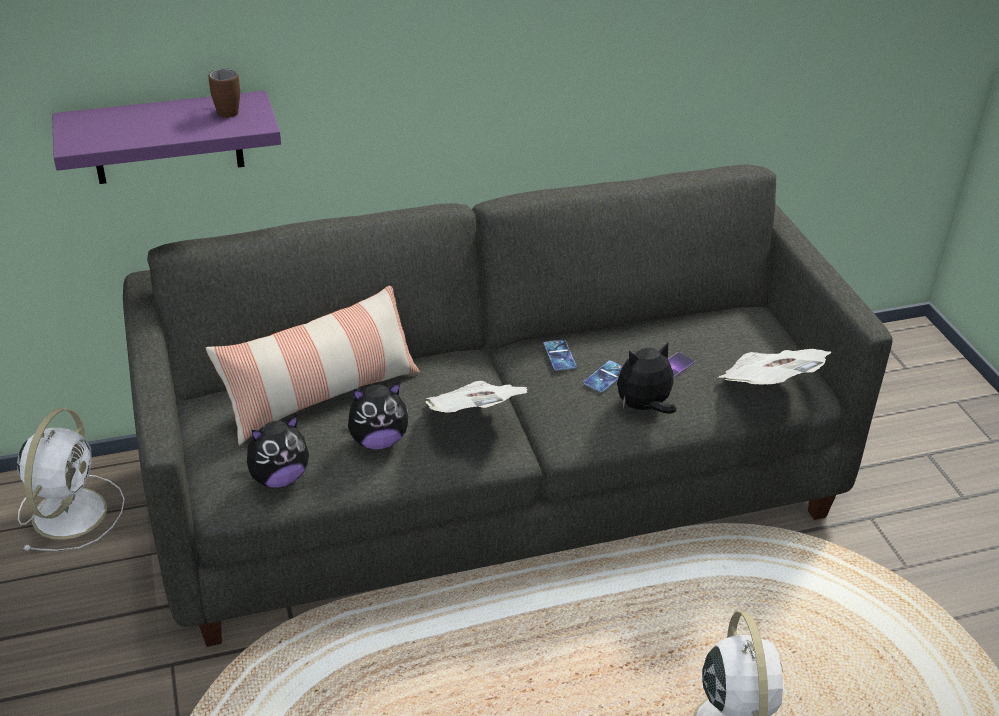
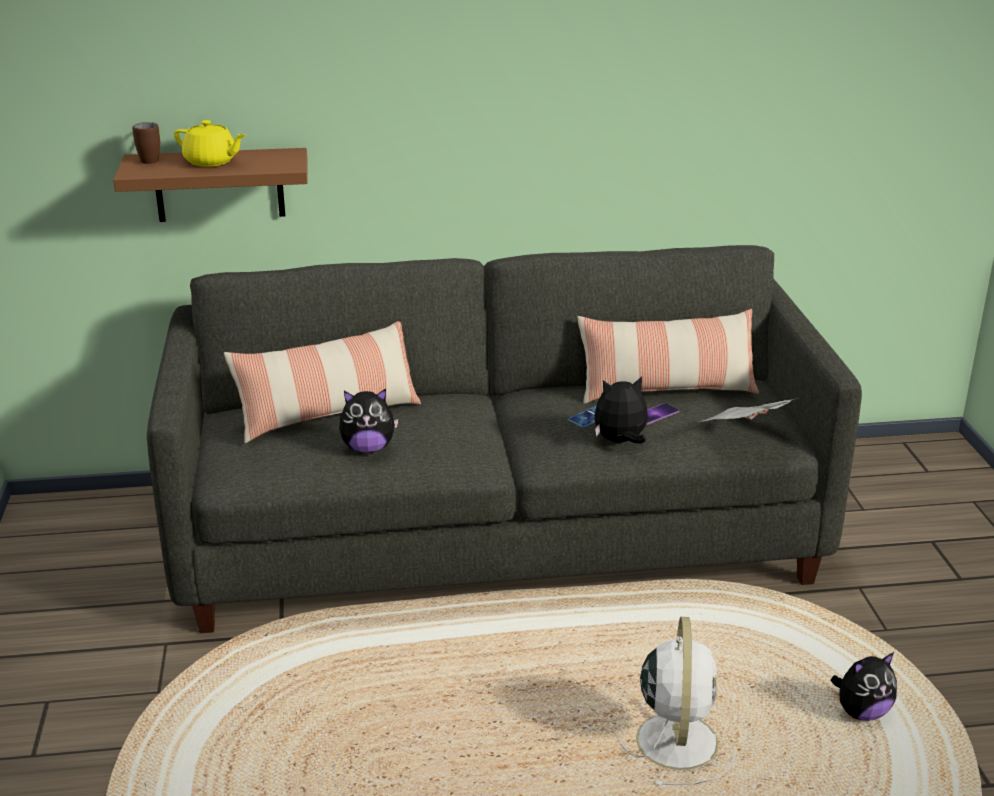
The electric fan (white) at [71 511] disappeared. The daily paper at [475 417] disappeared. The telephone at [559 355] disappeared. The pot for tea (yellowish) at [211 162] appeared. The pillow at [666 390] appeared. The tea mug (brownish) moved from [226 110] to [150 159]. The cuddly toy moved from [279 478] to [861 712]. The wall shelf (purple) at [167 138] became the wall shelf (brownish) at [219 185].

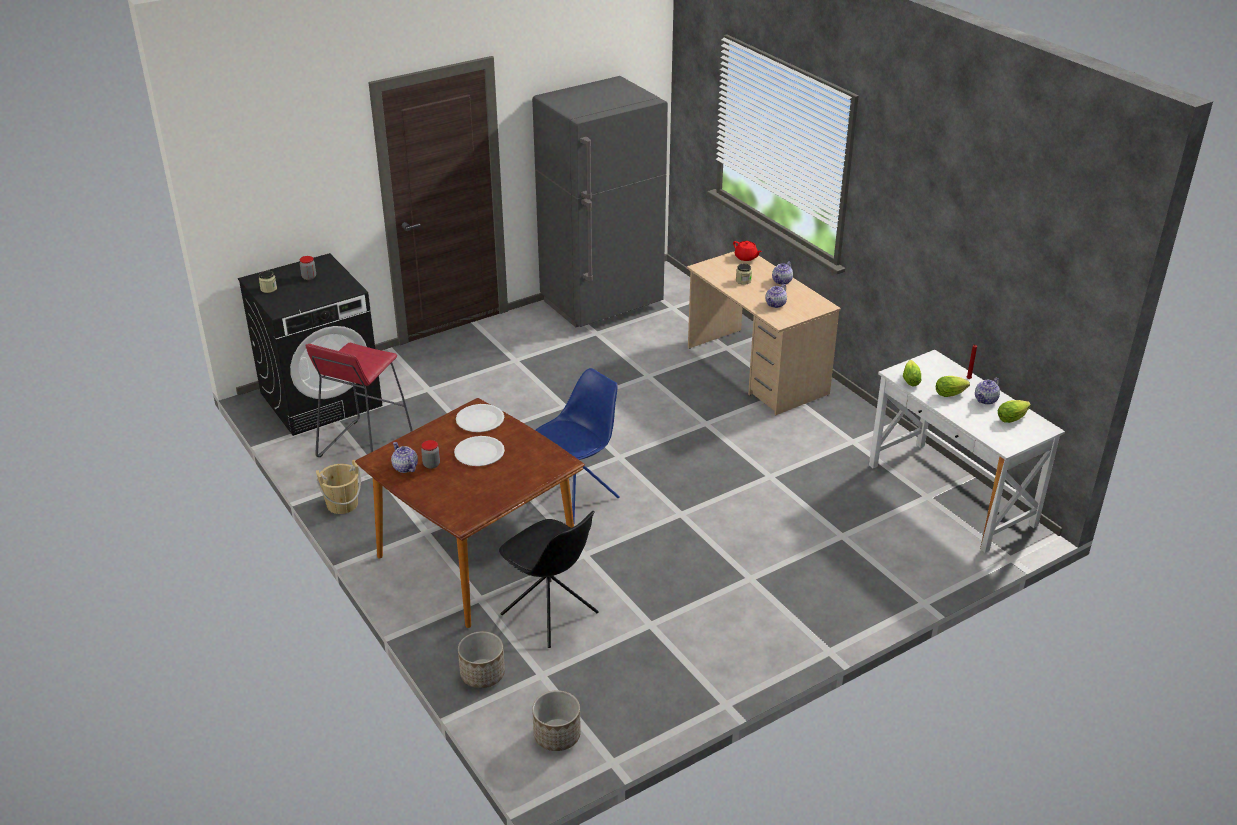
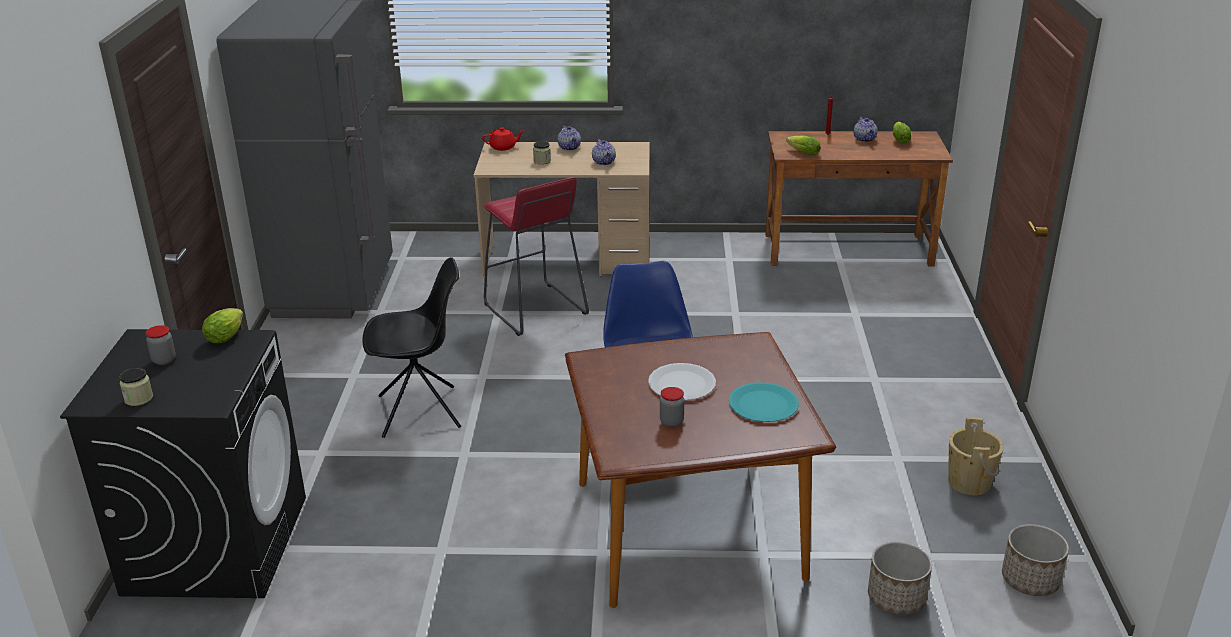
The pot for tea at [405 467] disappeared. The flat dish (white) at [480 419] disappeared. The flat dish (turquoise) at [763 404] appeared. The sitting stool (reddish) moved from [364 447] to [534 310]. The pail (beige-coloured) moved from [342 504] to [969 482]. The plain chair (blackish) moved from [550 615] to [421 411]. The lettuce moved from [951 394] to [227 336]. The desk table (white) at [951 495] became the desk table (brownish) at [847 250].

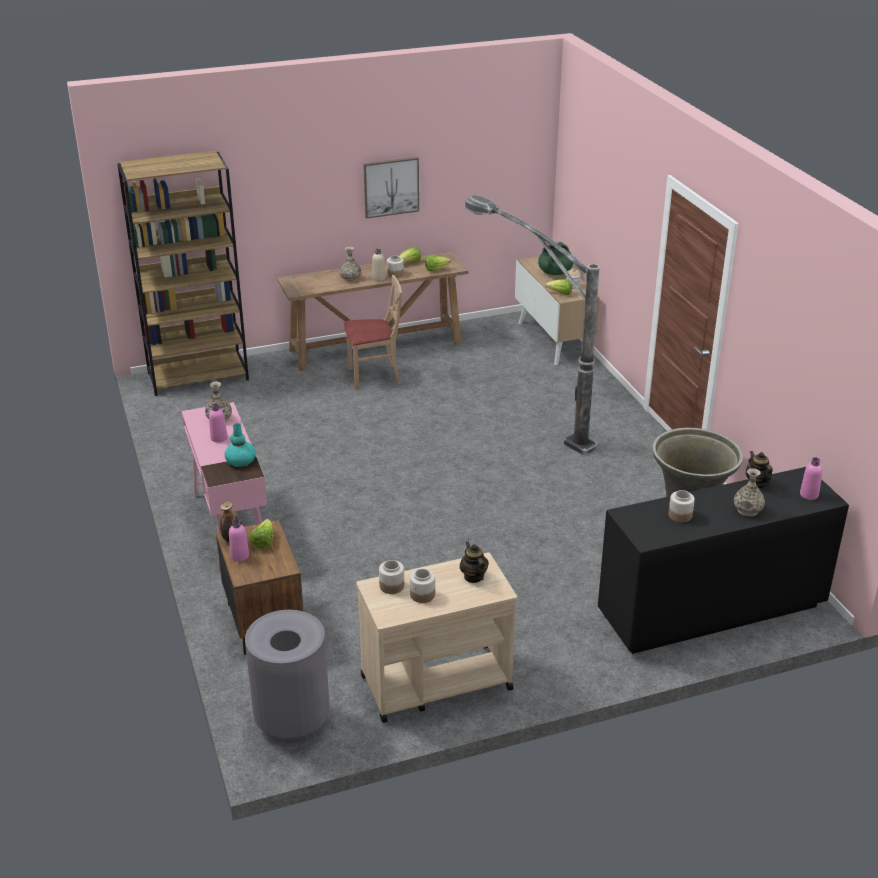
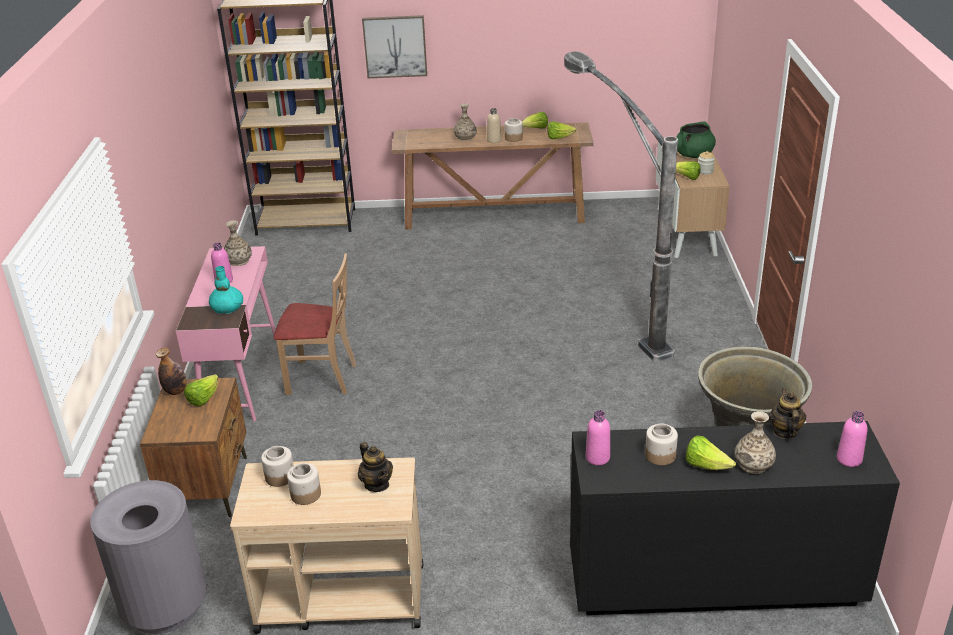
The lettuce at [706 465] appeared. The bottle (pink) moved from [239 556] to [597 458]. The plain chair (beige-coloured) moved from [374 377] to [321 378]. The wall art moved from [391 187] to [395 46]. The pot for tea at [473 577] turned 150 degrees clockwise.

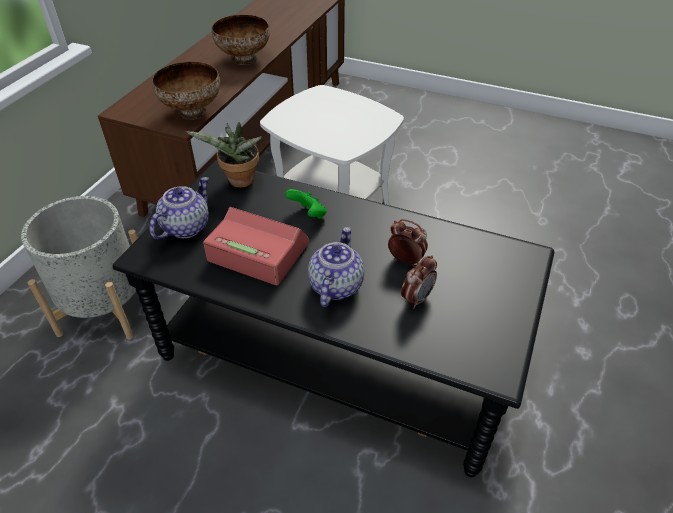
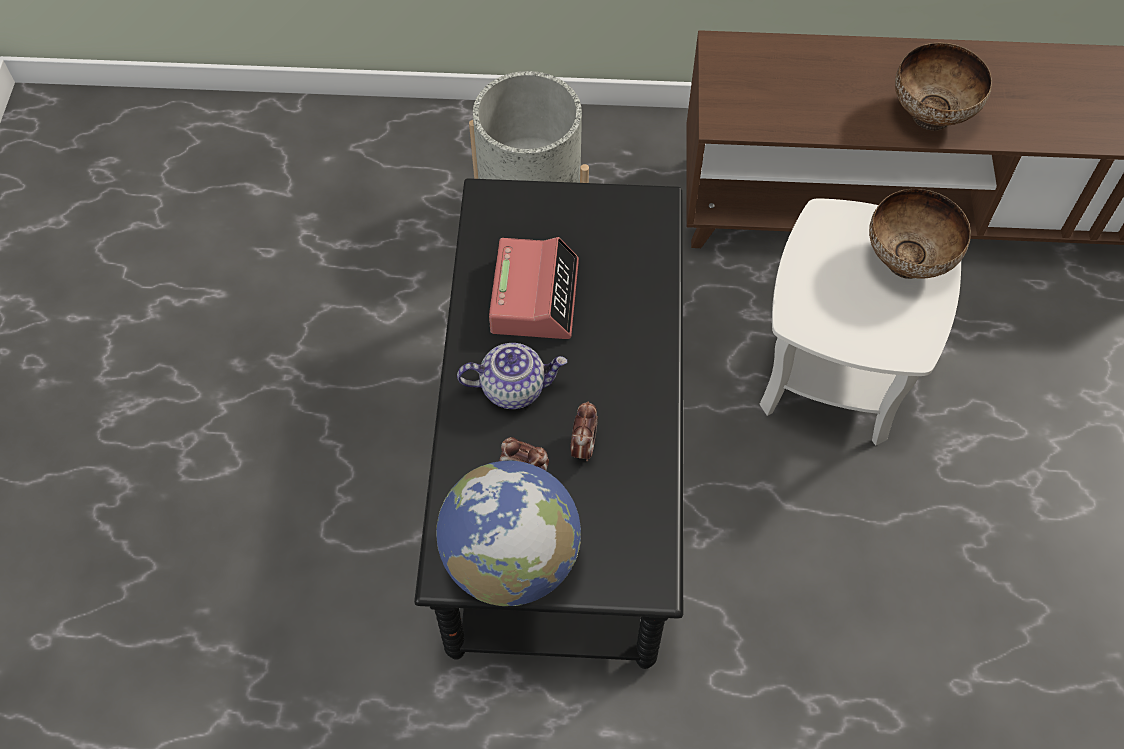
The pot for tea at [185 226] disappeared. The potted plant at [239 182] disappeared. The joypad (greenish) at [308 215] disappeared. The desk globe at [511 560] appeared. The deep dish moved from [193 112] to [908 262].

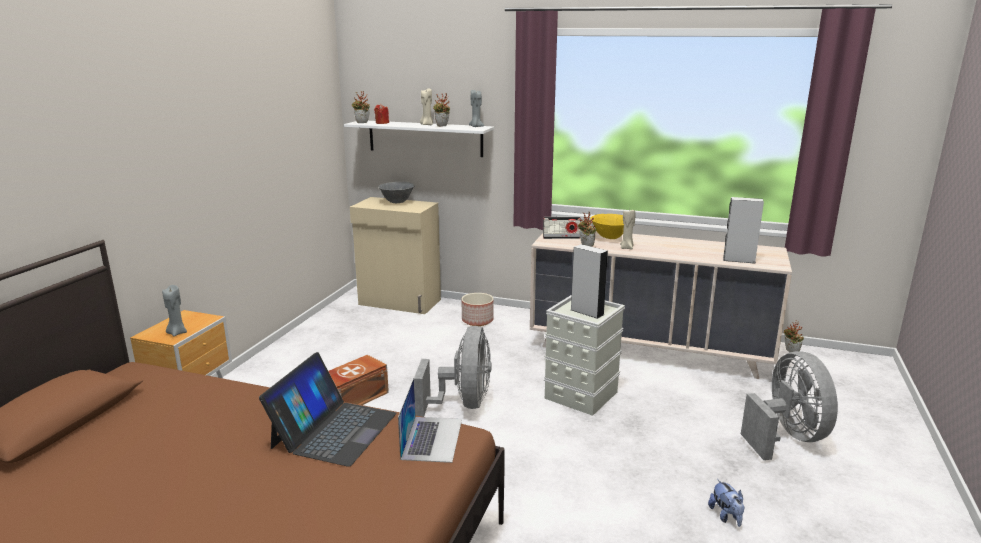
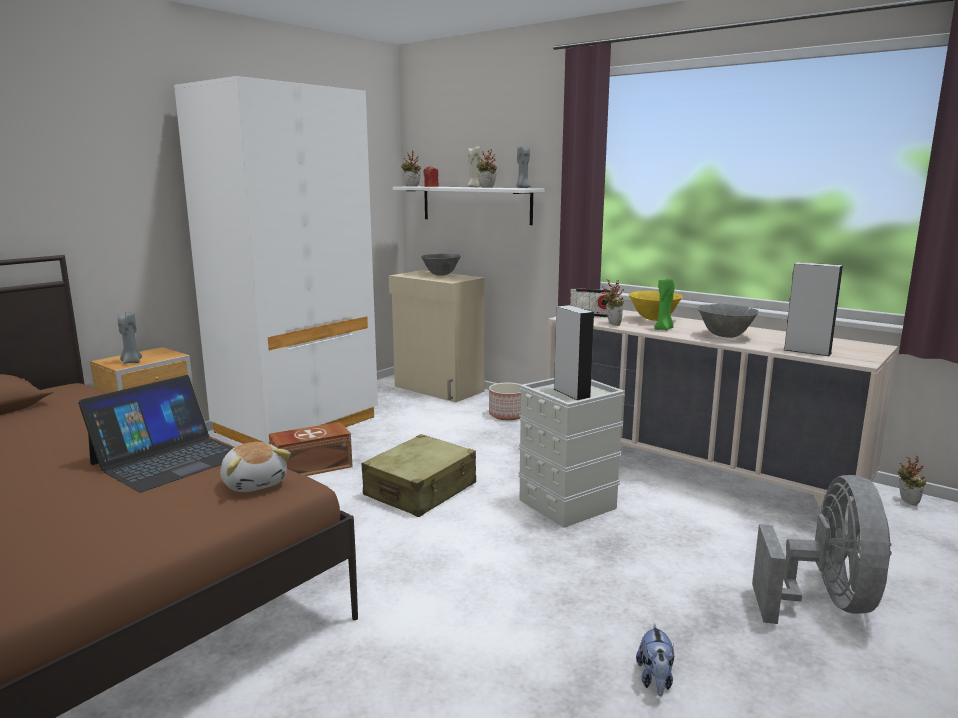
The clothes cupboard (white) at [297 425] appeared. The deep dish (gray) at [725 336] appeared. The laptop at [432 438] was replaced by the cuddly toy at [255 483]. The electric fan (gray) at [463 404] was replaced by the suitcase (beige-coloured) at [421 490]. The candle (beige-coloured) at [627 248] became the candle (greenish) at [664 329].

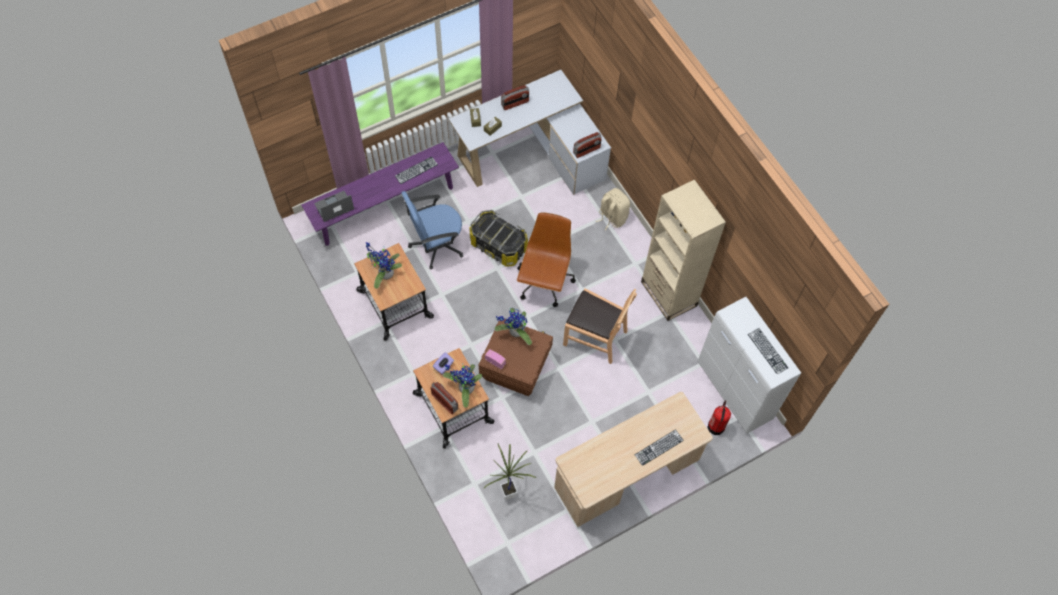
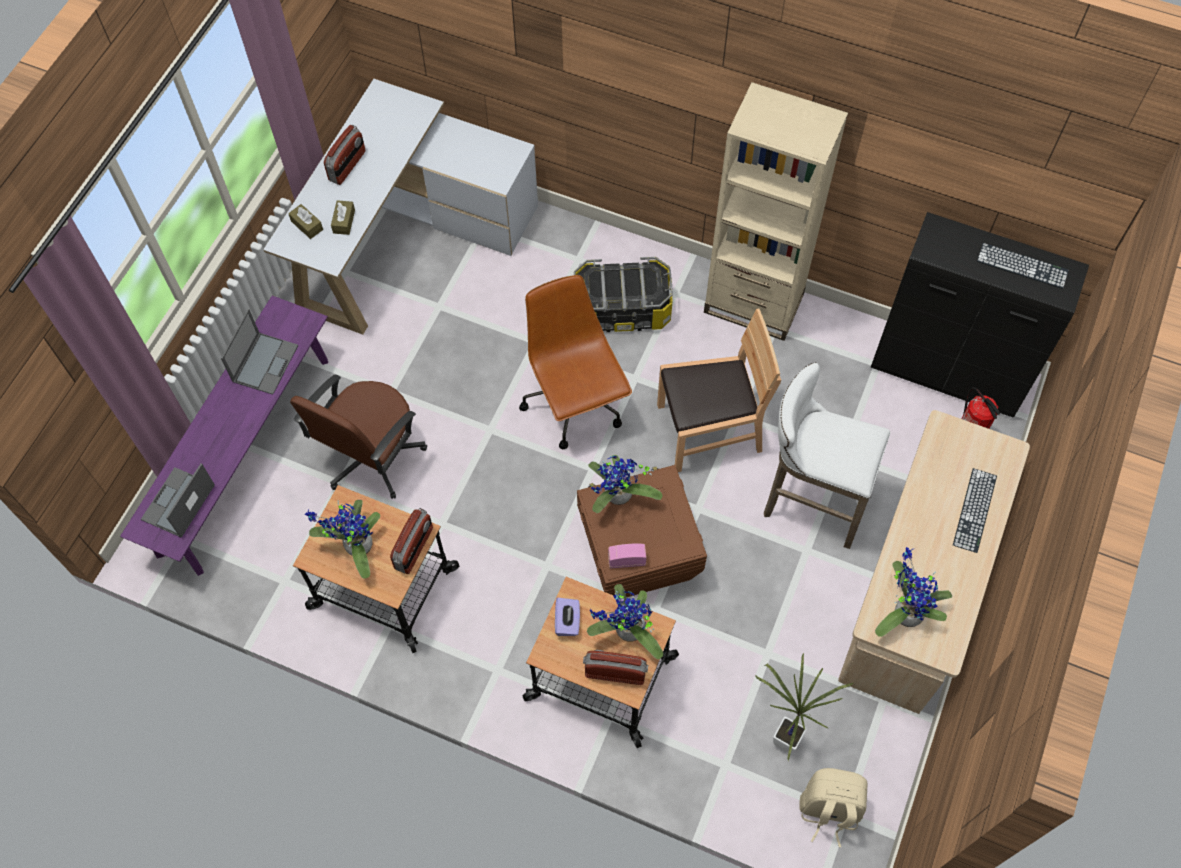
The sitting stool (white) at [810 501] appeared. The potted plant at [904 611] appeared. The storage bin moved from [499 245] to [622 309]. The radio receiver moved from [586 150] to [414 548]. The knapsack (beige-coloured) moved from [612 217] to [828 810]. The keyboard at [416 170] was replaced by the laptop at [265 362]. The office chair (blue) at [436 244] became the office chair (brownish) at [372 457]. The cabinet (white) at [735 391] became the cabinet (blackish) at [949 373].

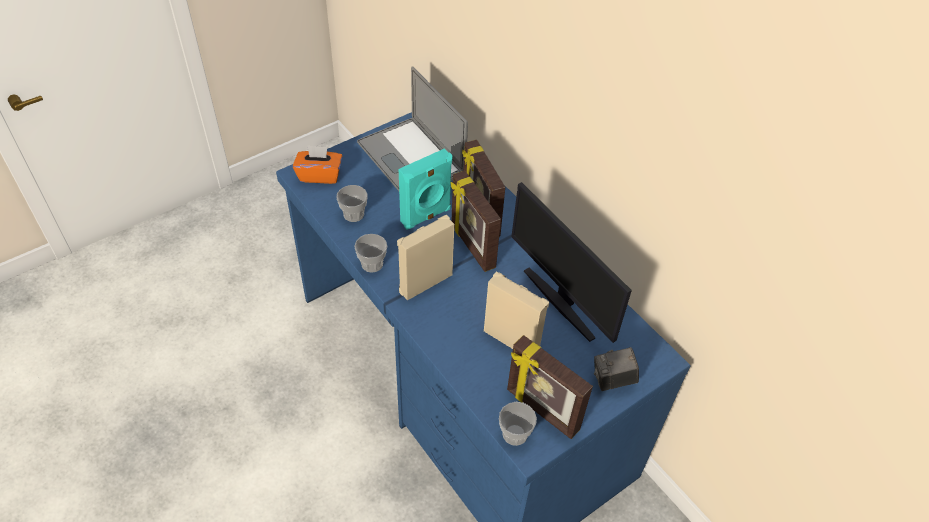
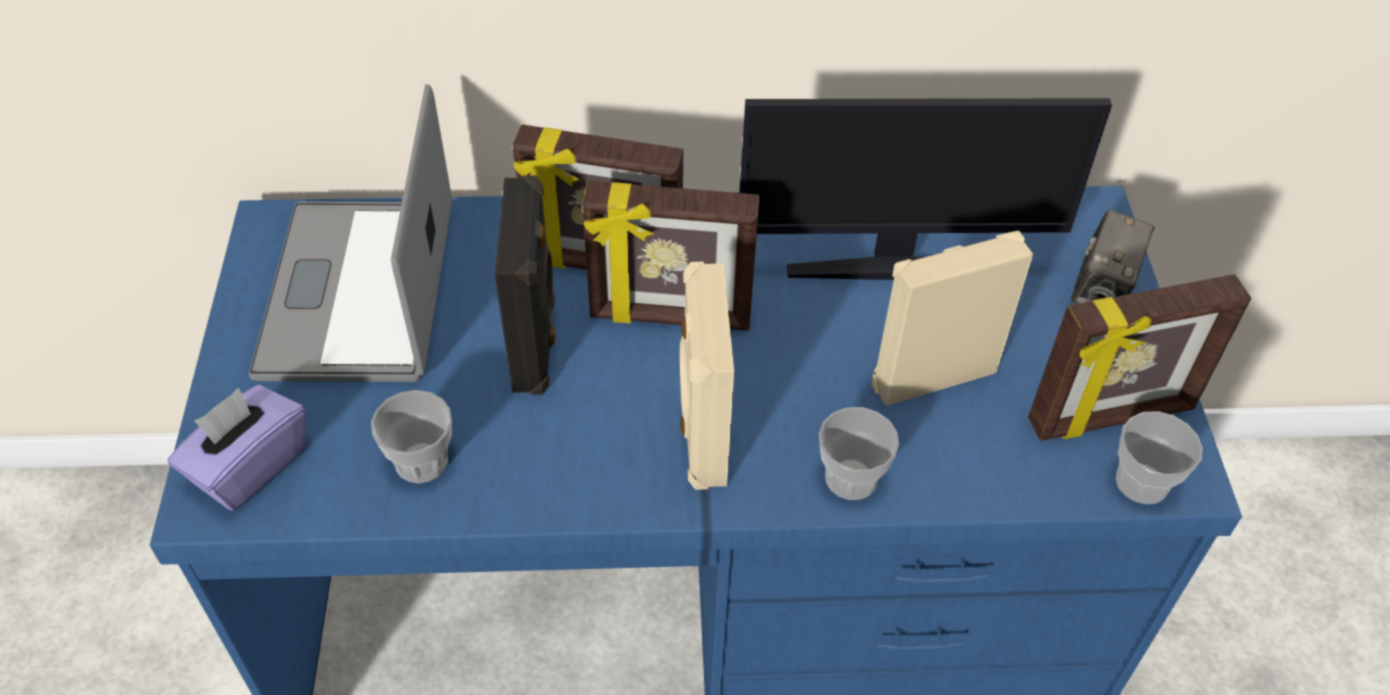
The drinking cup moved from [372 264] to [851 478]. The box of tissues (orange) at [320 175] became the box of tissues (purple) at [249 466]. The speaker (turquoise) at [426 216] became the speaker (blackish) at [536 345]. The laptop at [410 158] turned 90 degrees clockwise.

